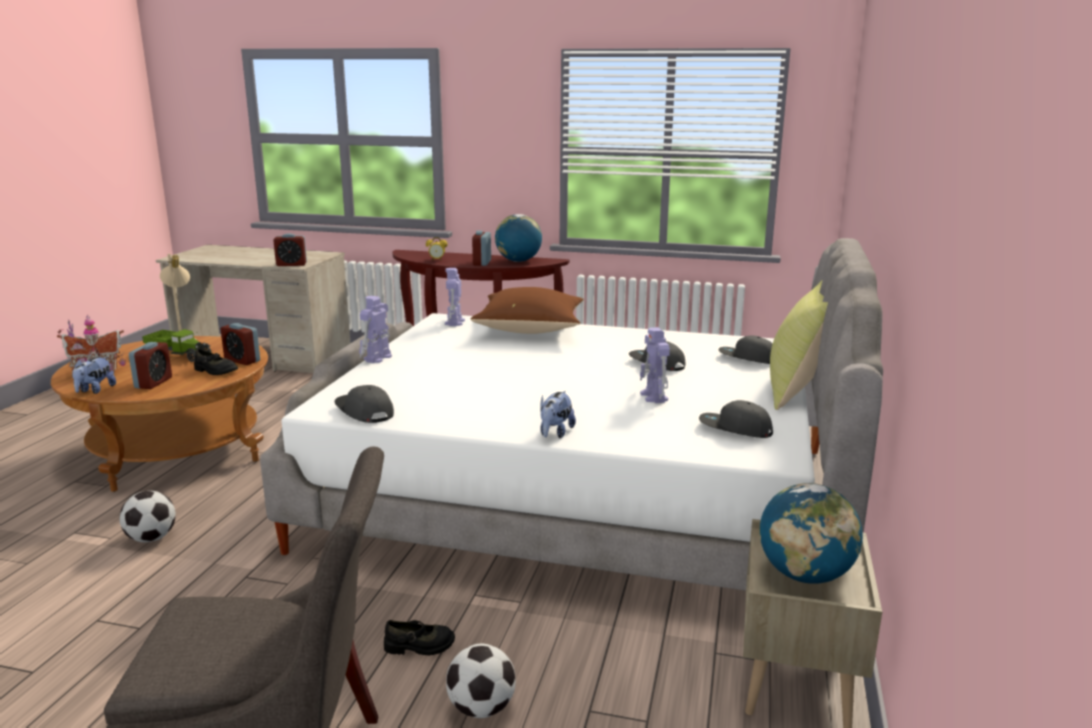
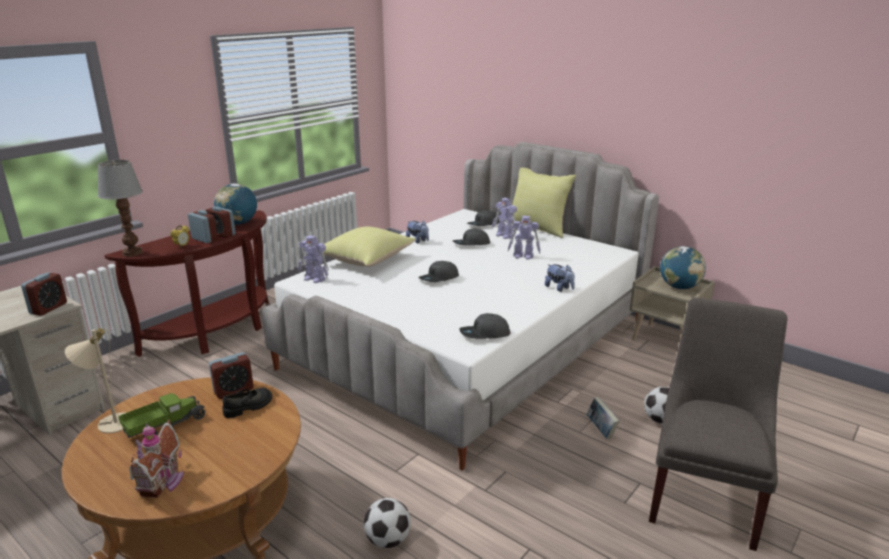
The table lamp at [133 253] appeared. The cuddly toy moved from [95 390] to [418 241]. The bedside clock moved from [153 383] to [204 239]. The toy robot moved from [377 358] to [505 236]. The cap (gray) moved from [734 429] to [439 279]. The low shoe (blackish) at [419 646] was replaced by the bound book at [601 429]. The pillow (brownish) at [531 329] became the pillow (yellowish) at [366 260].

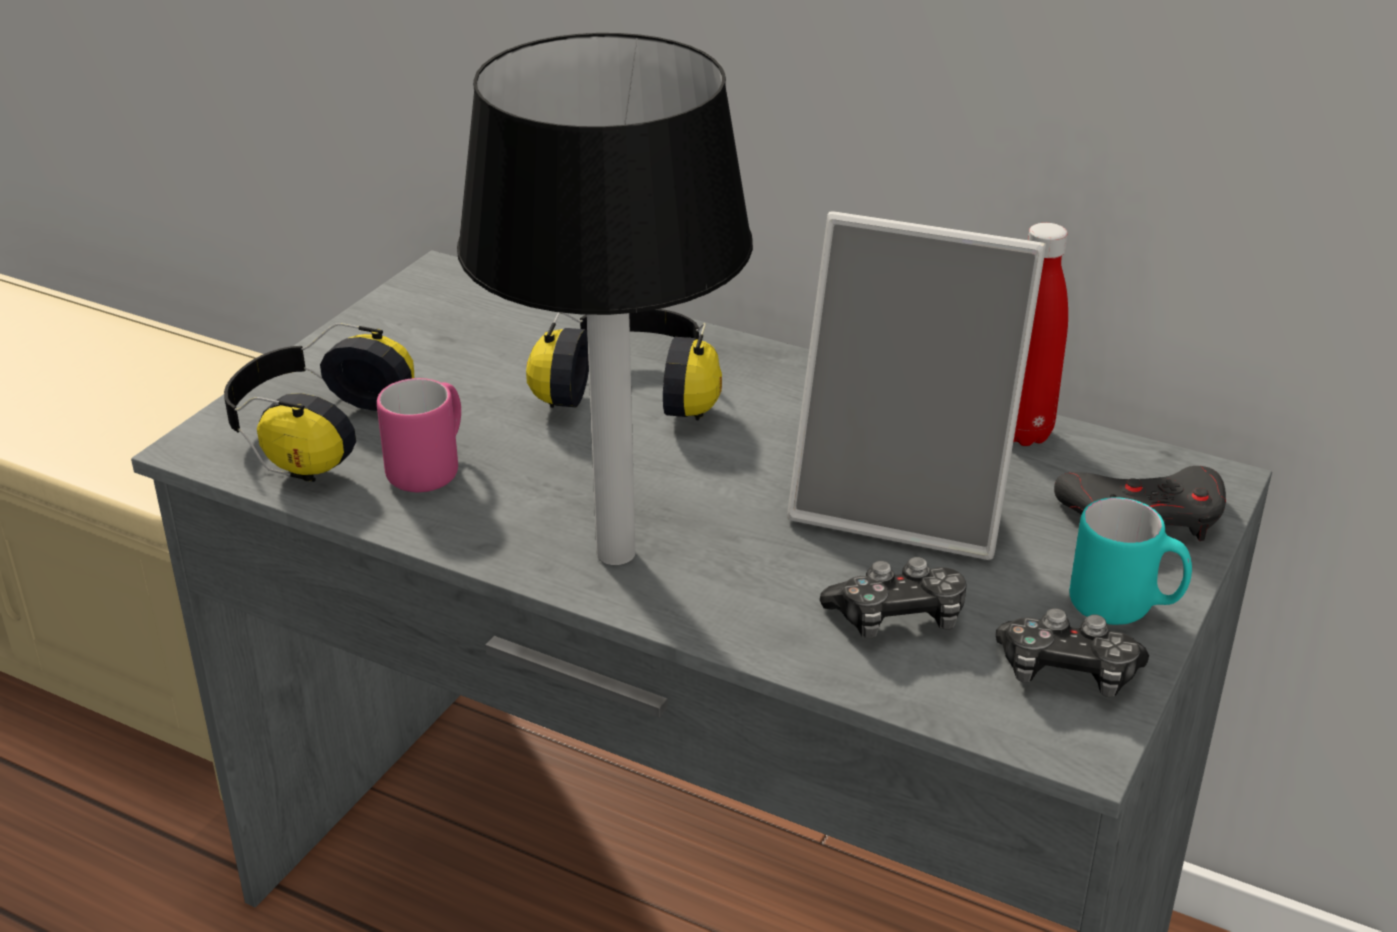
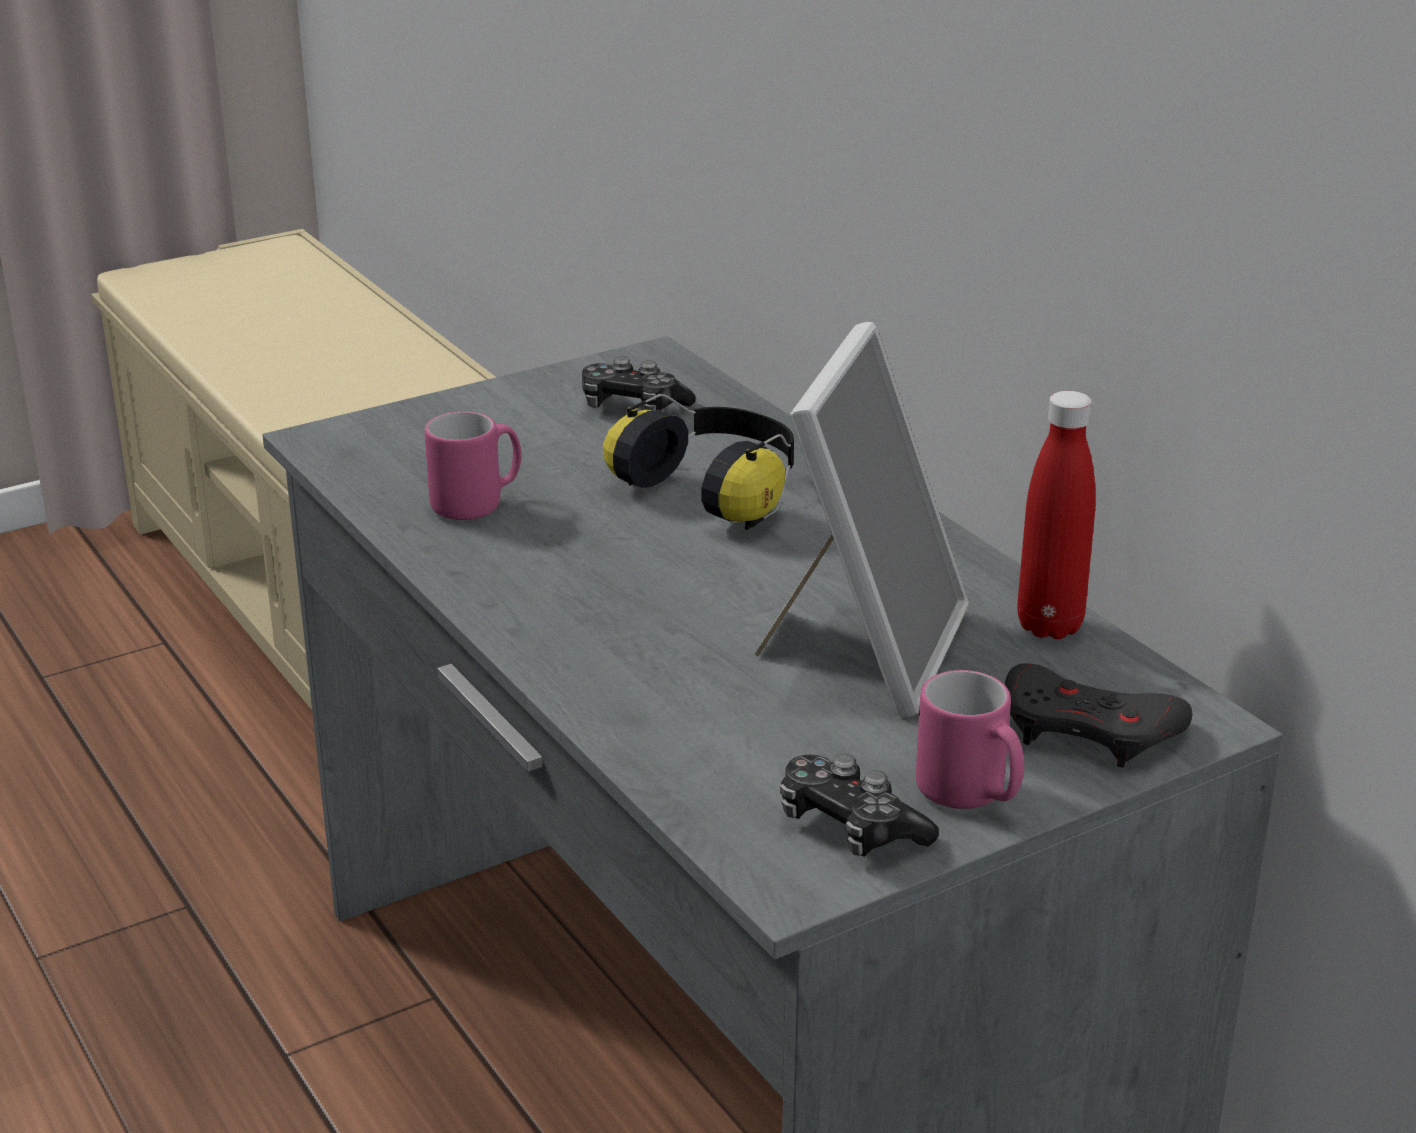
The pair of headphones at [314 432] disappeared. The table lamp at [615 555] disappeared. The joypad moved from [898 618] to [632 407]. The tea mug (turquoise) at [1125 607] became the tea mug (pink) at [971 796]. The photo frame at [907 501] turned 120 degrees counterclockwise.

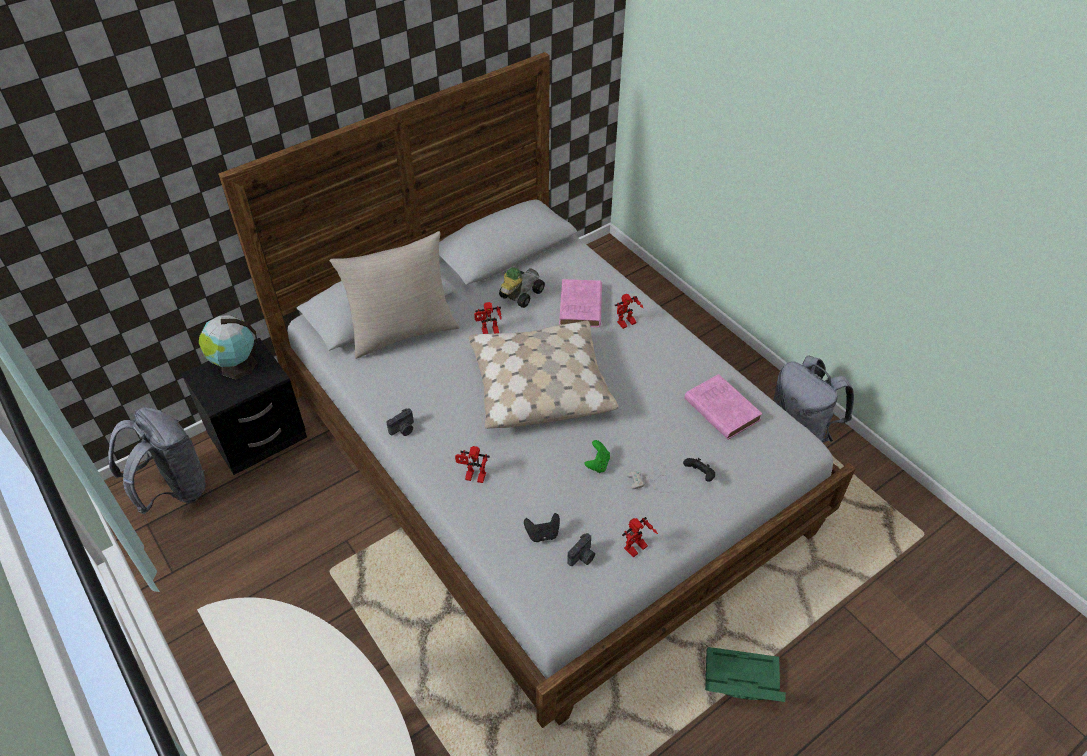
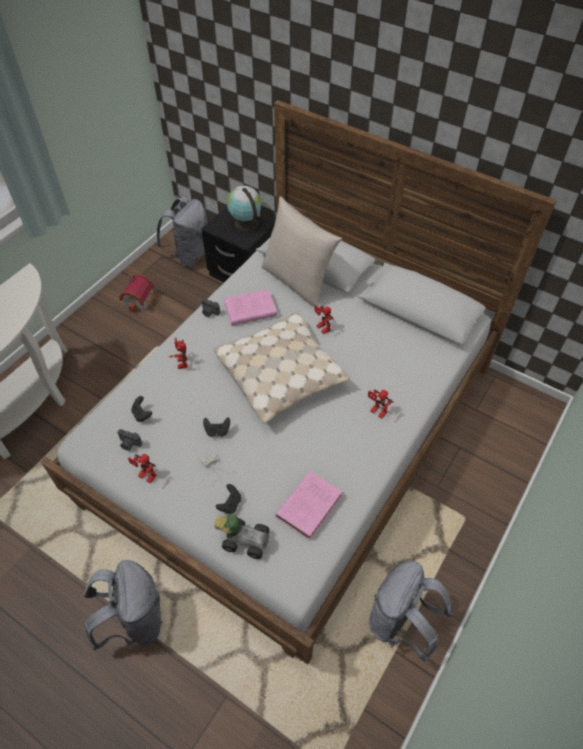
The miniature house at [141 301] appeared. The toy car moved from [519 295] to [243 539]. The bound book (pink) moved from [580 307] to [249 310]. The storage bin (greenish) at [739 682] was replaced by the knapsack (gray) at [135 620]. The joypad (greenish) at [597 464] became the joypad (blackish) at [217 431].

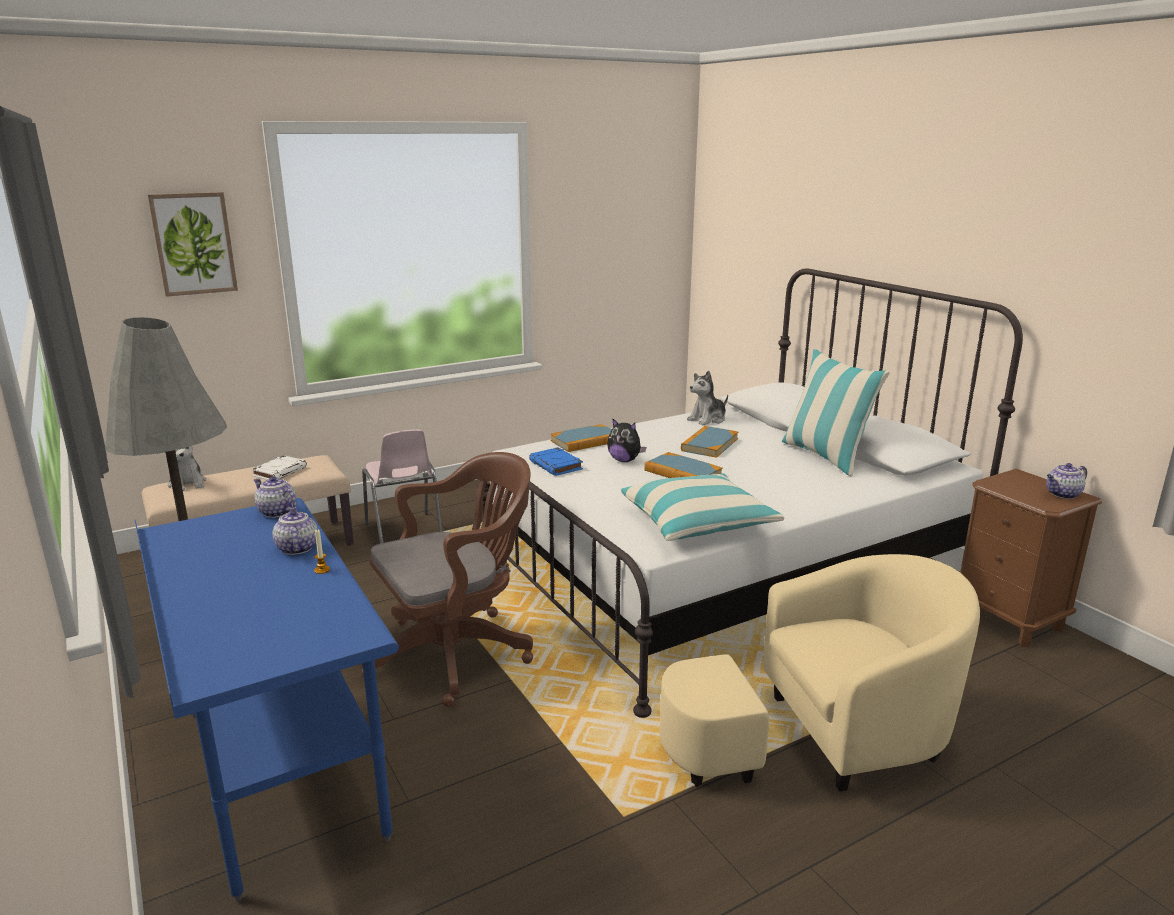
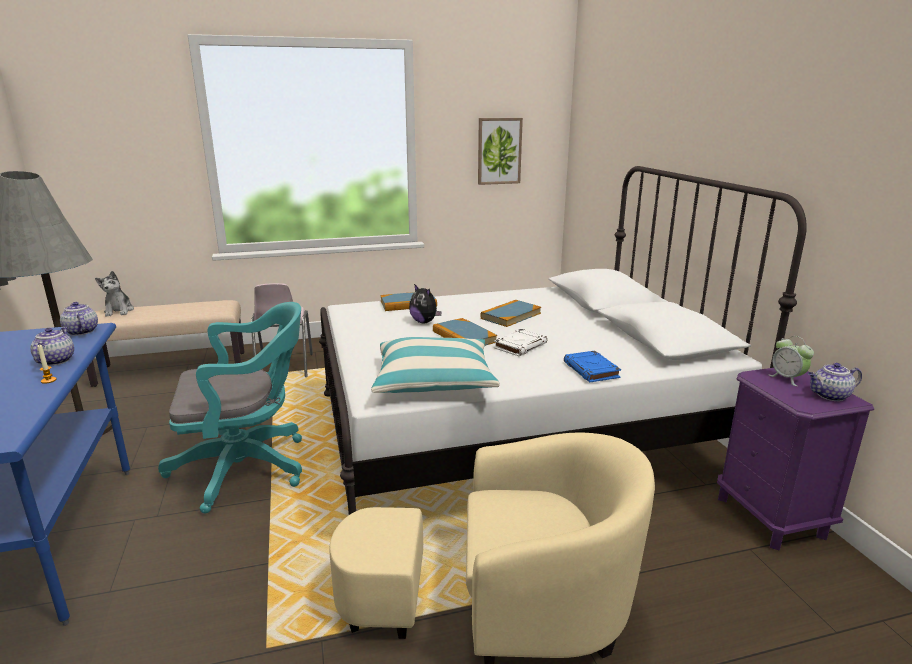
The cuddly toy at [708 419] disappeared. The pillow at [825 456] disappeared. The bedside clock at [787 378] appeared. The wall art moved from [193 243] to [499 151]. The bound book (white) moved from [280 471] to [520 346]. The bound book (blue) moved from [556 465] to [591 370]. The office chair (brownish) at [457 652] became the office chair (turquoise) at [248 468]. The nightstand (brownish) at [1008 619] became the nightstand (purple) at [771 517].

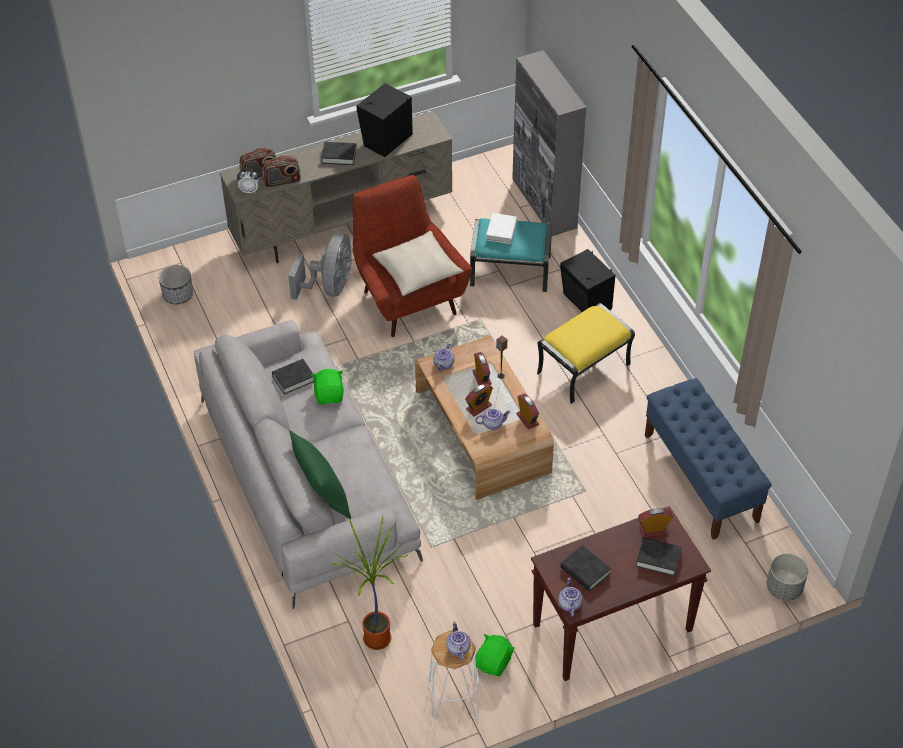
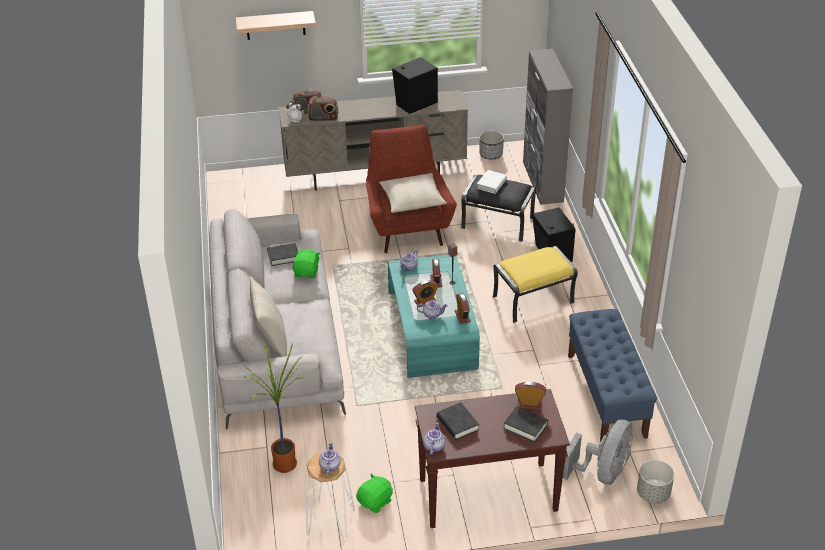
The bound book (blackish) at [339 155] disappeared. The wall shelf at [275 25] appeared. The flower pot moved from [178 295] to [490 154]. The electric fan (gray) moved from [329 287] to [602 473]. The pillow (greenish) at [322 496] became the pillow (beige-coloured) at [271 341]. The lounge table (brownish) at [482 432] became the lounge table (turquoise) at [432 330]. The ottoman (turquoise) at [511 271] became the ottoman (blackish) at [498 223].

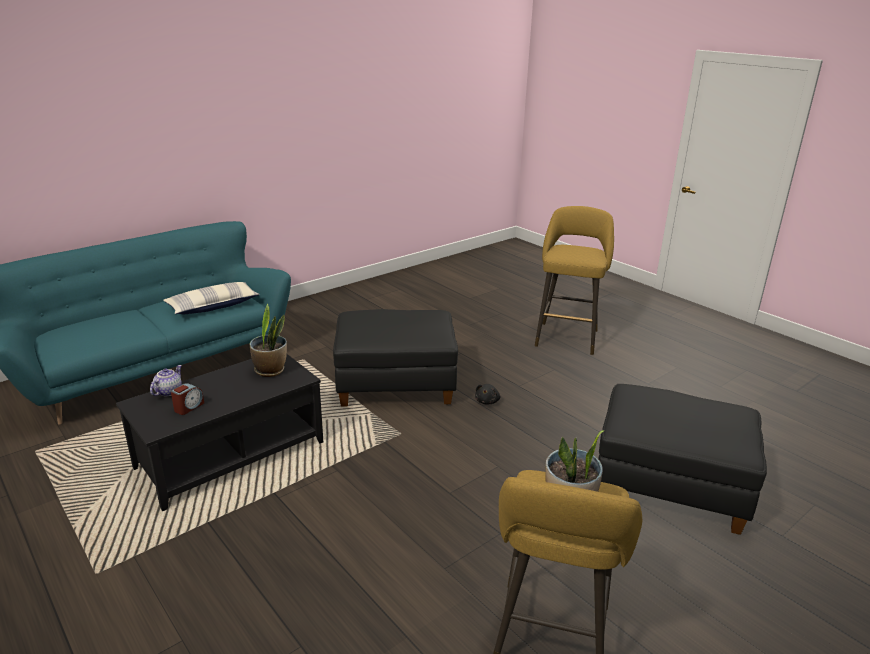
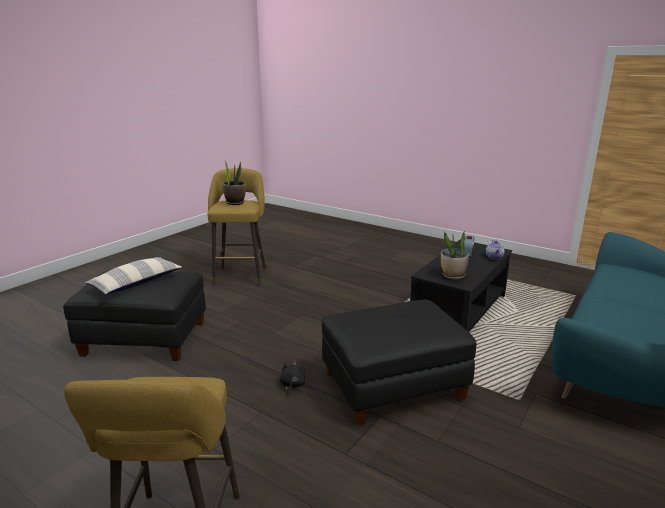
The pillow moved from [213 306] to [136 283].

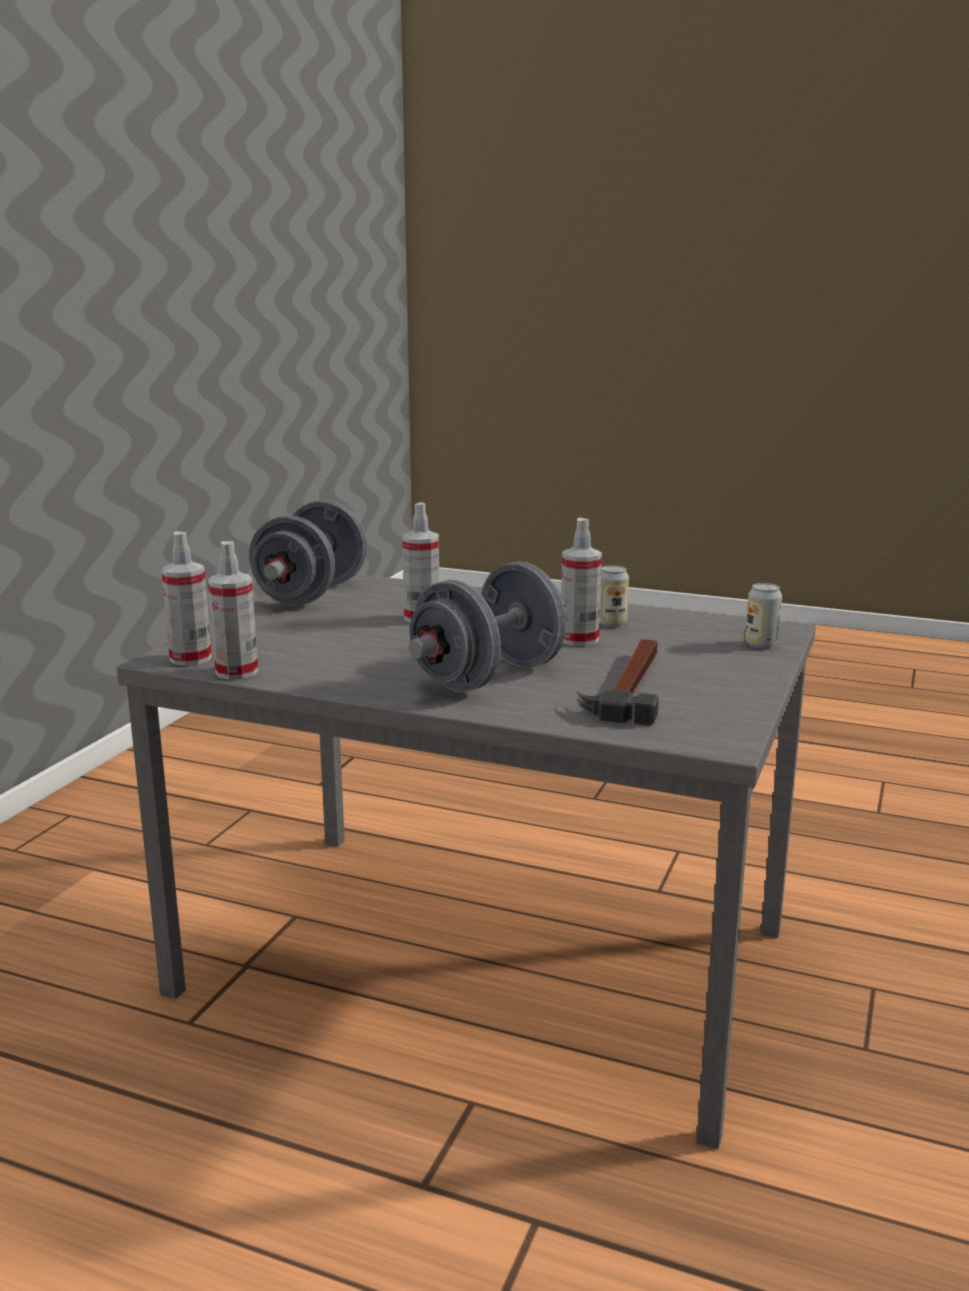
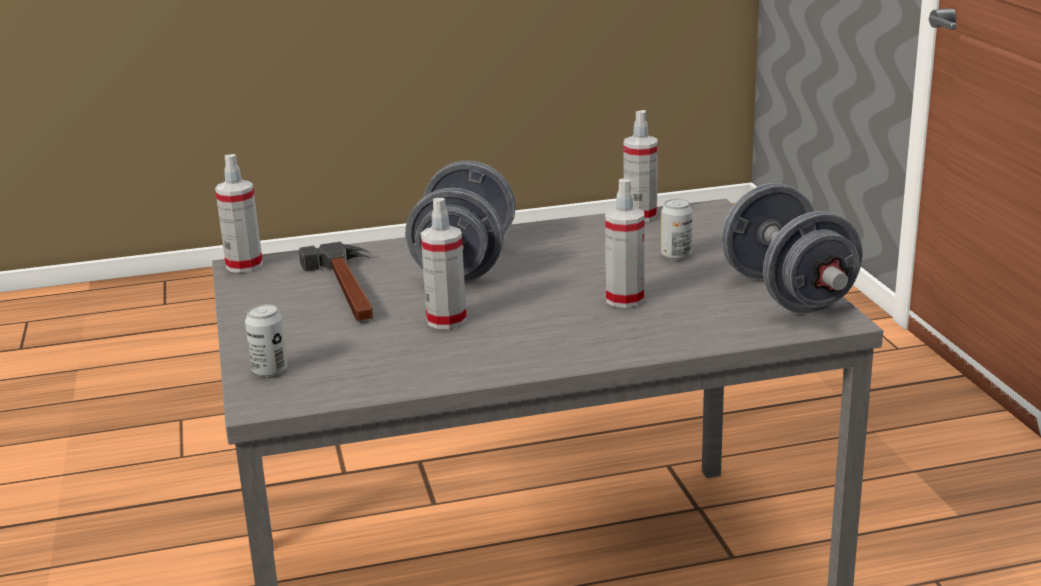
The spray bottle moved from [190 659] to [244 265]. The can moved from [611 623] to [676 255].

